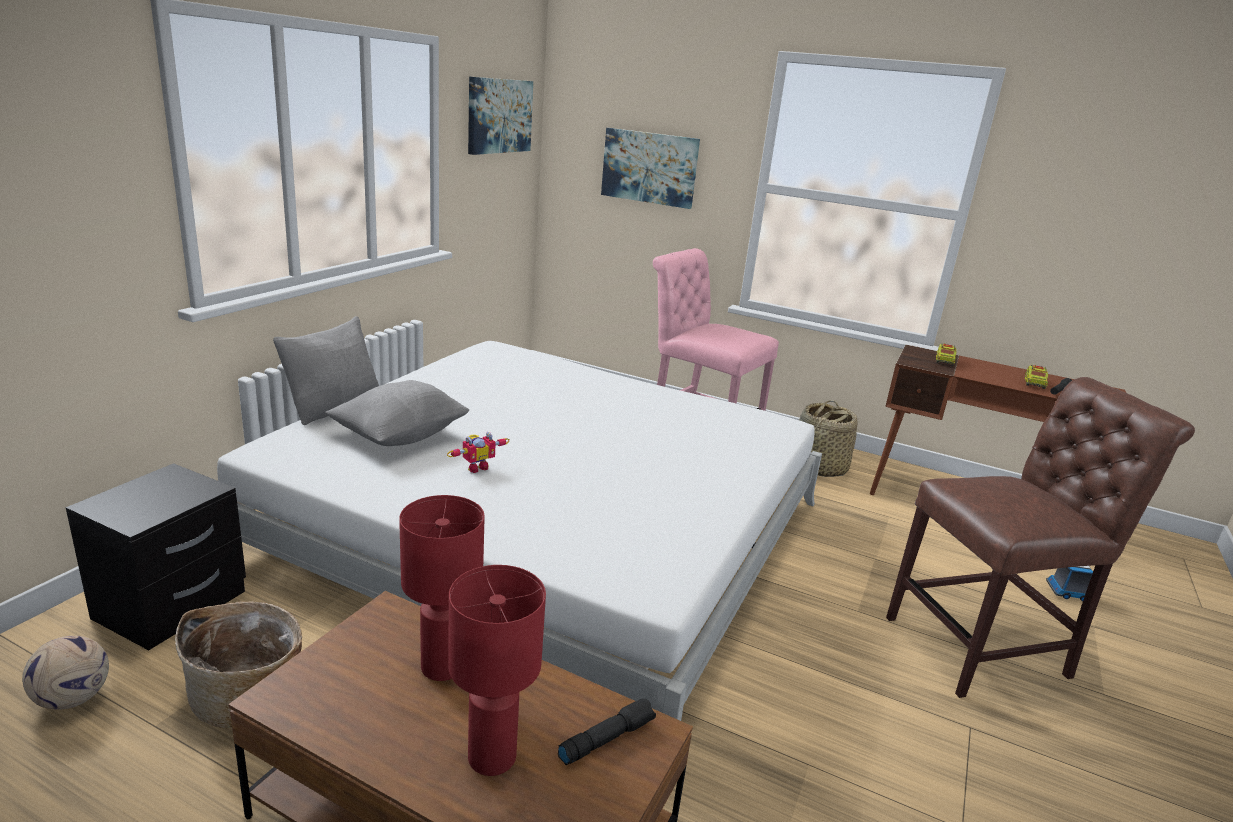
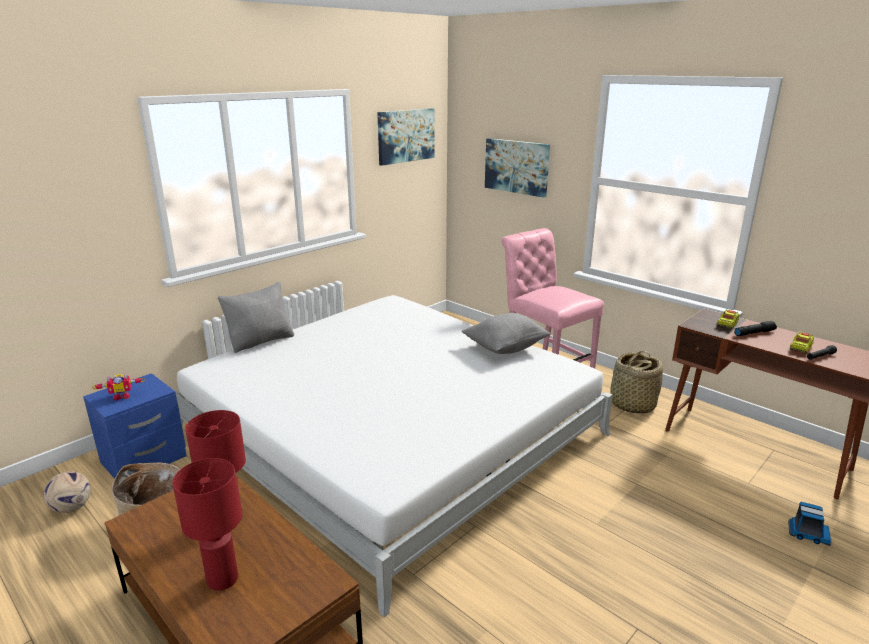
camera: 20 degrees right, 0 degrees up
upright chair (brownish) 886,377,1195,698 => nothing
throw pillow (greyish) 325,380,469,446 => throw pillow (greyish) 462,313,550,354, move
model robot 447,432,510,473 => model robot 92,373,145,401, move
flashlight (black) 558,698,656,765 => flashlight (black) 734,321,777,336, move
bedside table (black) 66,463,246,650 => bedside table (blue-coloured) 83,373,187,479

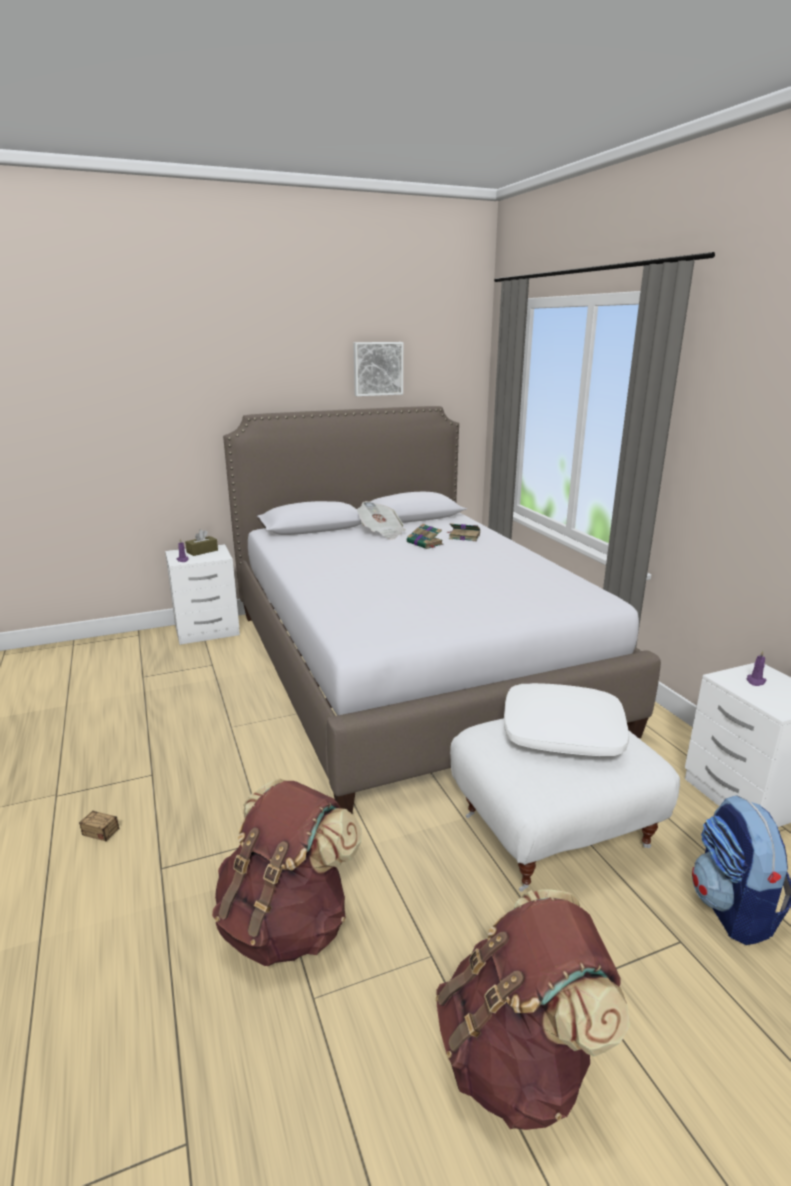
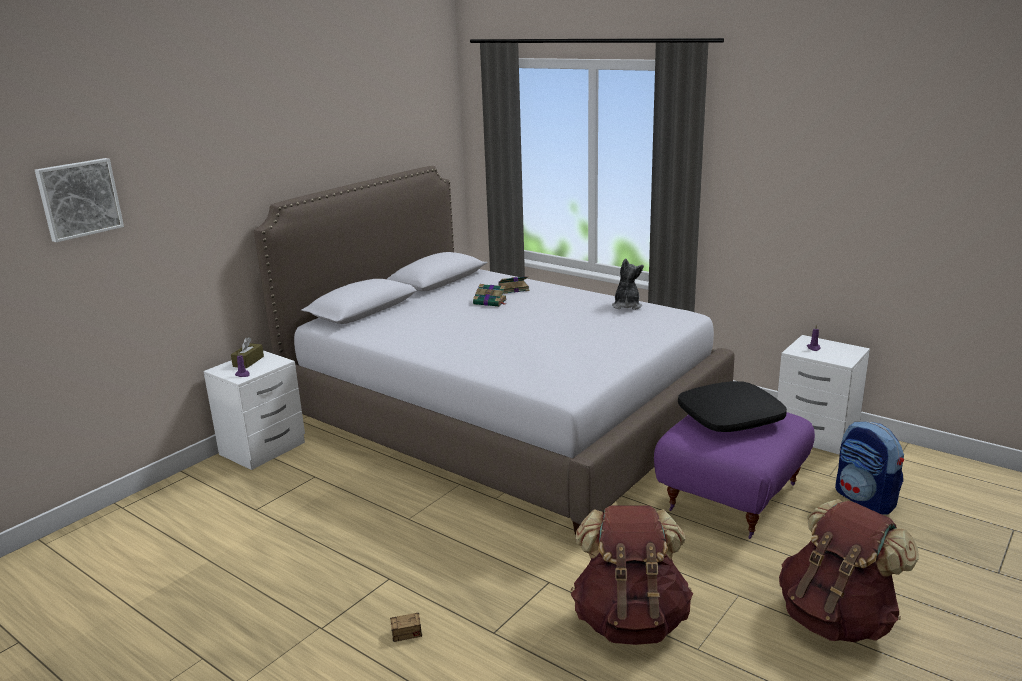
camera: 30 degrees left, 0 degrees up
printed paper 357,501,406,540 => nothing
nothing => cuddly toy 612,258,644,310
wall art 353,342,403,396 => wall art 35,158,124,242, move
ottoman (white) 450,718,680,892 => ottoman (purplish) 654,412,815,539
throw pillow (white) 504,683,629,756 => throw pillow (black) 678,381,787,432

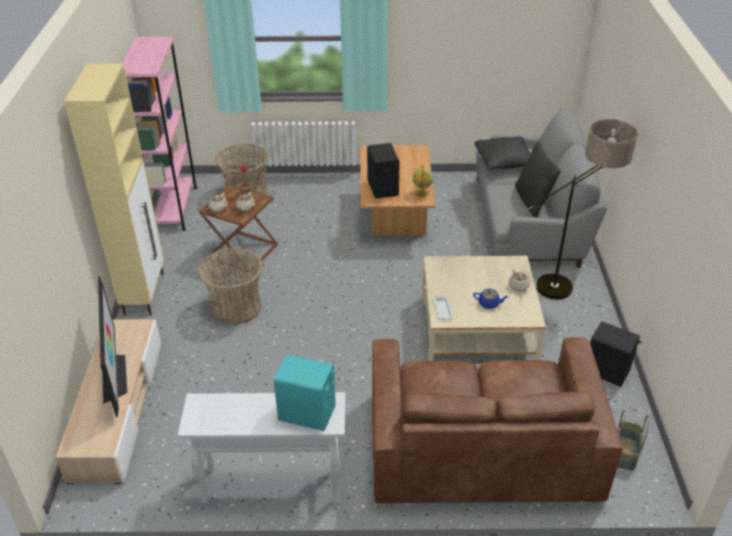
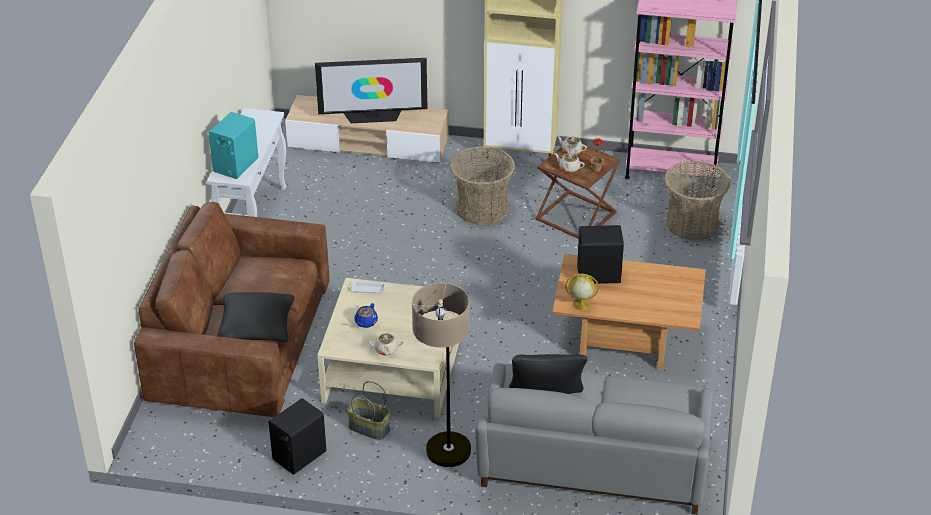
camera: 100 degrees right, 0 degrees up
throw pillow (black) 474,136,531,170 => throw pillow (black) 217,292,295,342, move
storage basket 617,410,649,471 => storage basket 347,381,390,440, move

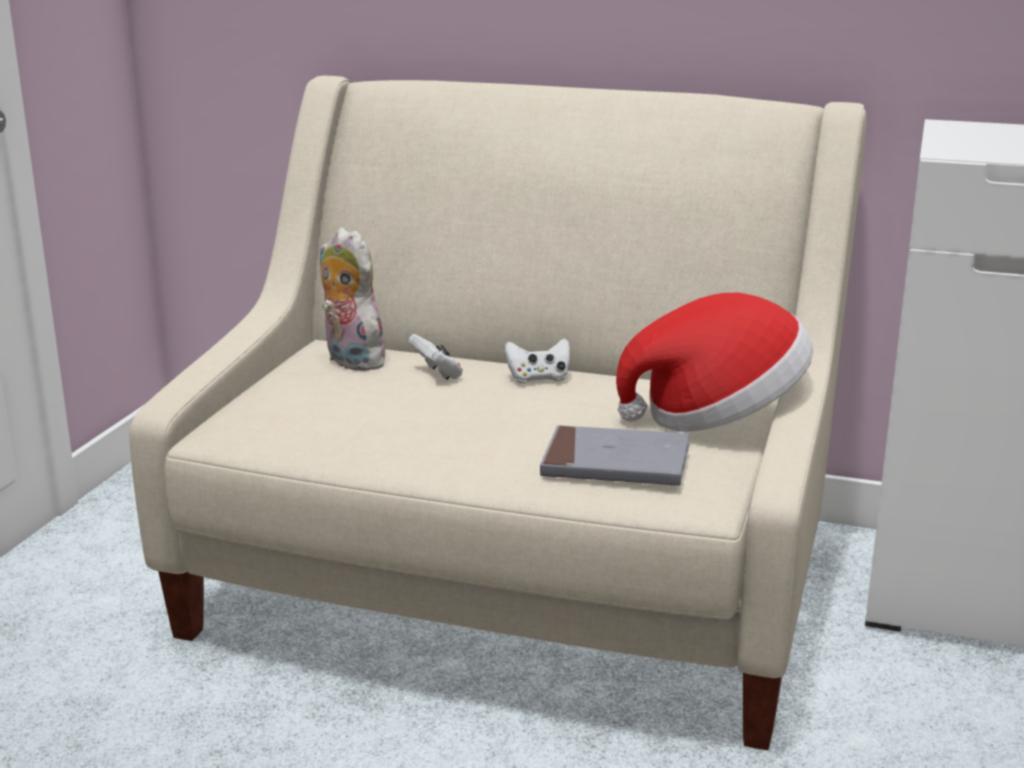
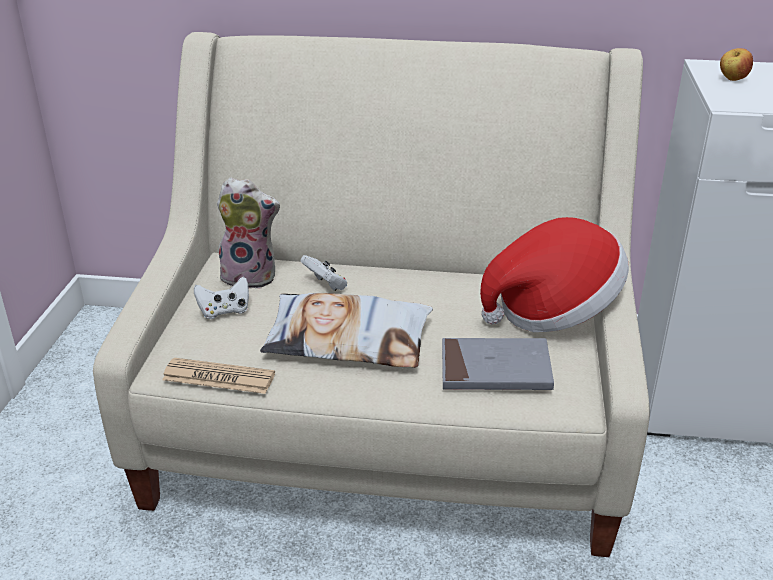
camera: 10 degrees left, 10 degrees up
nothing => printed paper 162,358,275,394
nothing => throw pillow 260,293,433,368
nothing => apple 720,48,753,81
joypad (white) 505,338,570,383 => joypad (white) 194,276,249,319, move
cuddly toy 320,228,392,371 => cuddly toy 217,177,280,289, 150 degrees clockwise

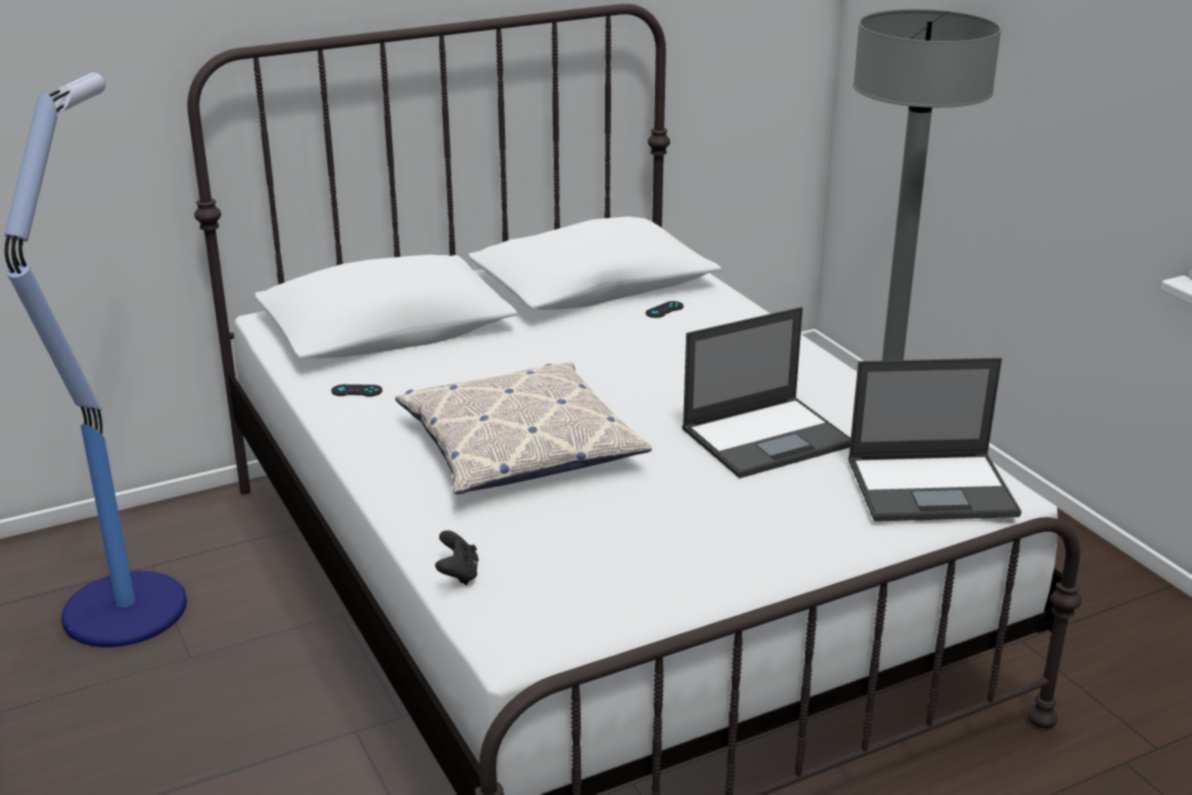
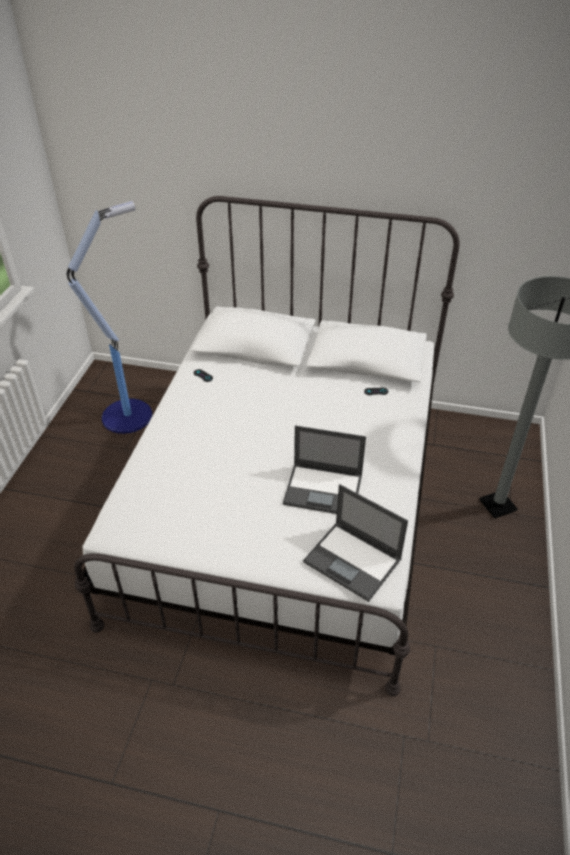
camera: 40 degrees right, 15 degrees up
throw pillow 395,362,652,494 => nothing
joypad (black) 435,530,479,585 => nothing

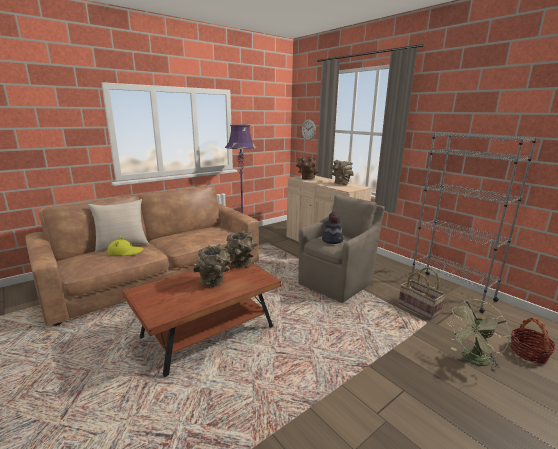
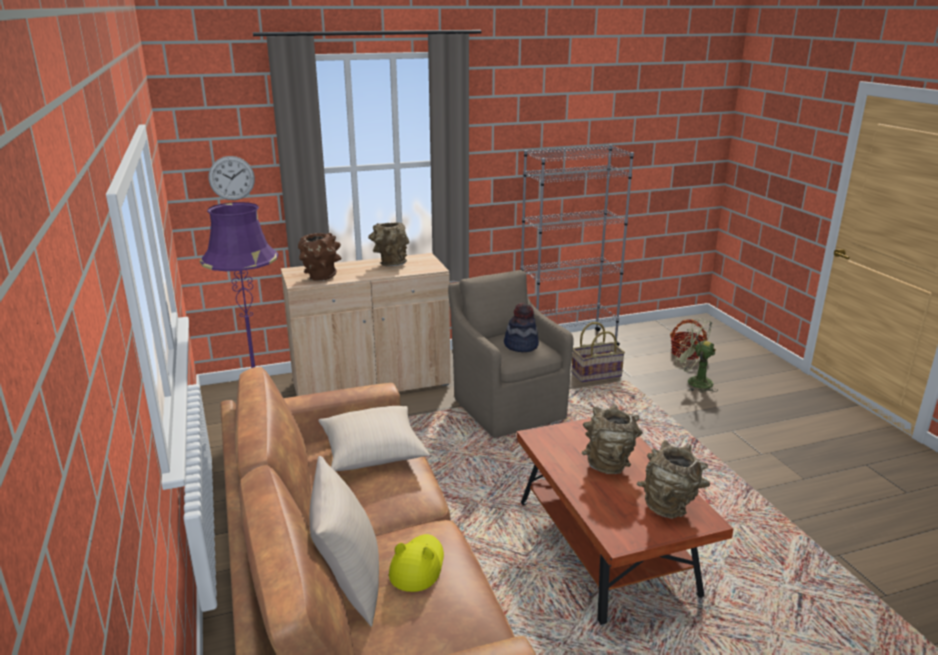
camera: 70 degrees left, 5 degrees up
nothing => throw pillow (sand-coloured) 318,406,430,471
flower vase (brownish) 224,231,258,268 => flower vase (brownish) 637,440,710,519, move
fan (green) 447,299,510,372 => fan (green) 675,318,718,393, 135 degrees clockwise

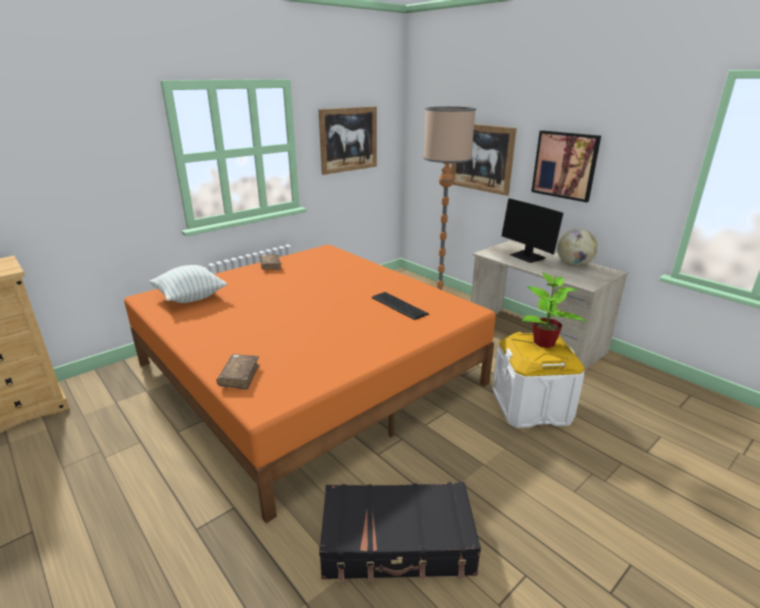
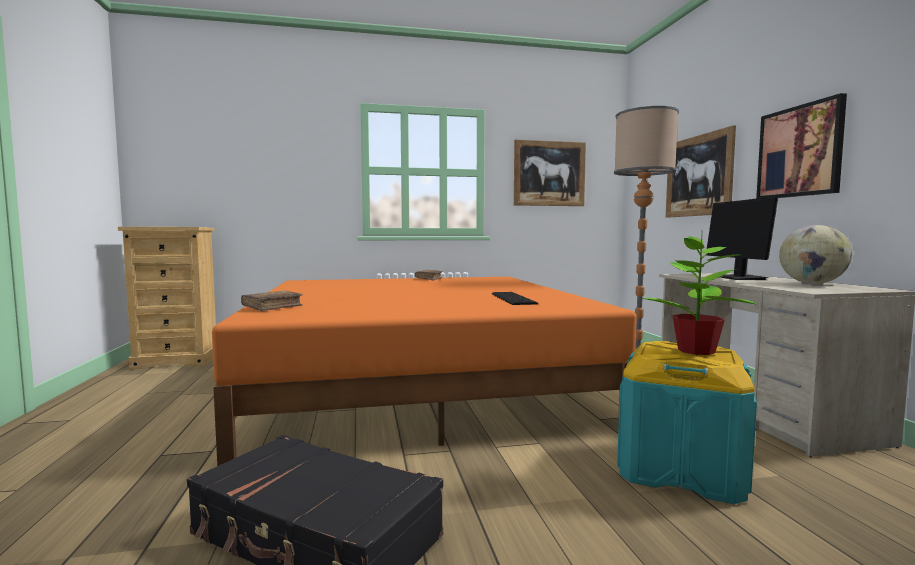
camera: 30 degrees right, 20 degrees down
throw pillow 149,265,227,303 => nothing
storage box (white) 492,332,585,428 => storage box (turquoise) 617,341,757,504

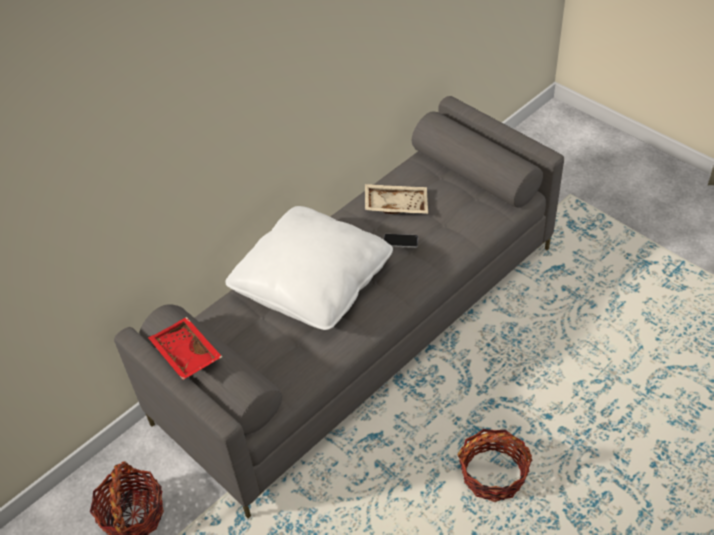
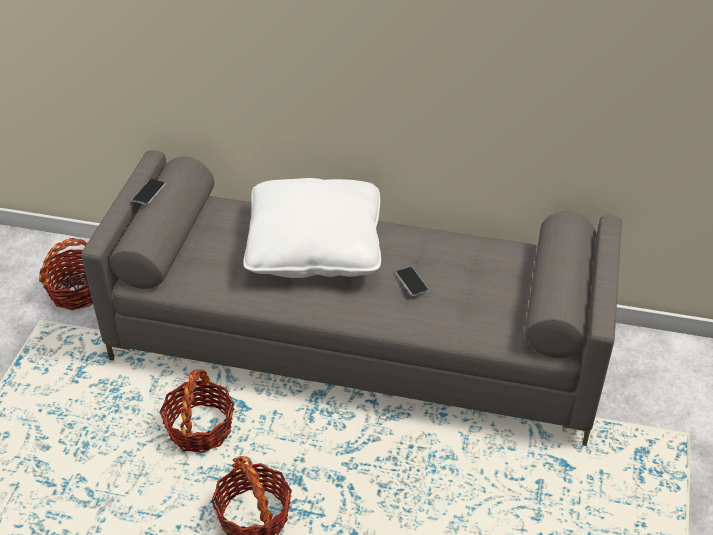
camera: 55 degrees right, 5 degrees down
tray (sand-coloured) 365,184,428,214 => nothing
nothing => storage basket 159,369,235,453
tray (reddish) 148,317,222,380 => phone 132,179,166,205

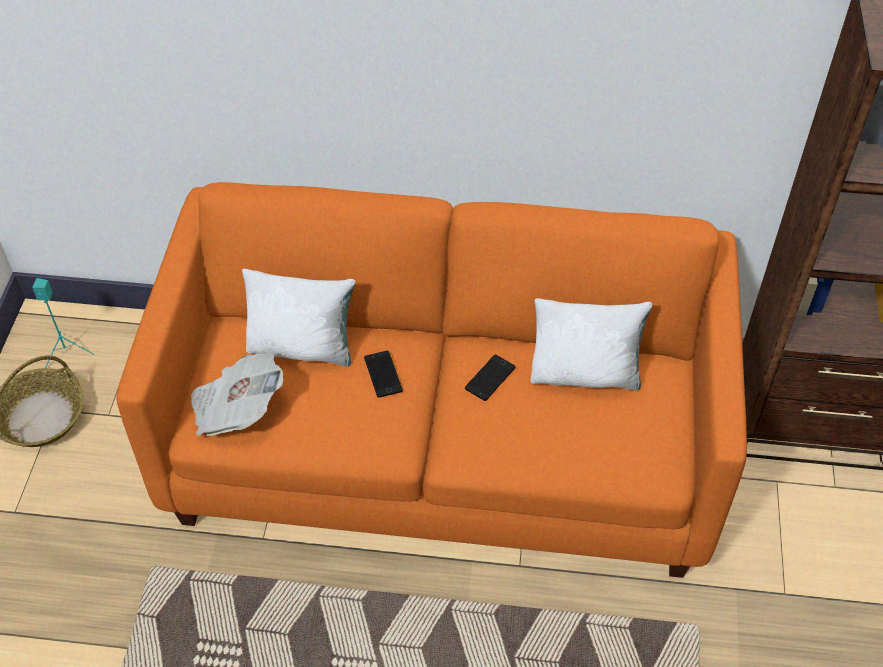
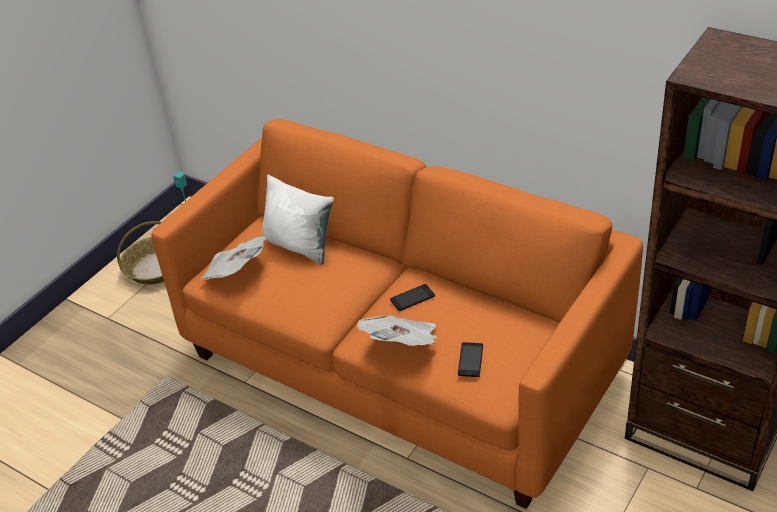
camera: 30 degrees right, 10 degrees down
throw pillow (white) 531,298,652,391 => nothing
nothing => printed paper 357,315,437,346
phone 364,351,403,398 => phone 458,342,483,377, move

